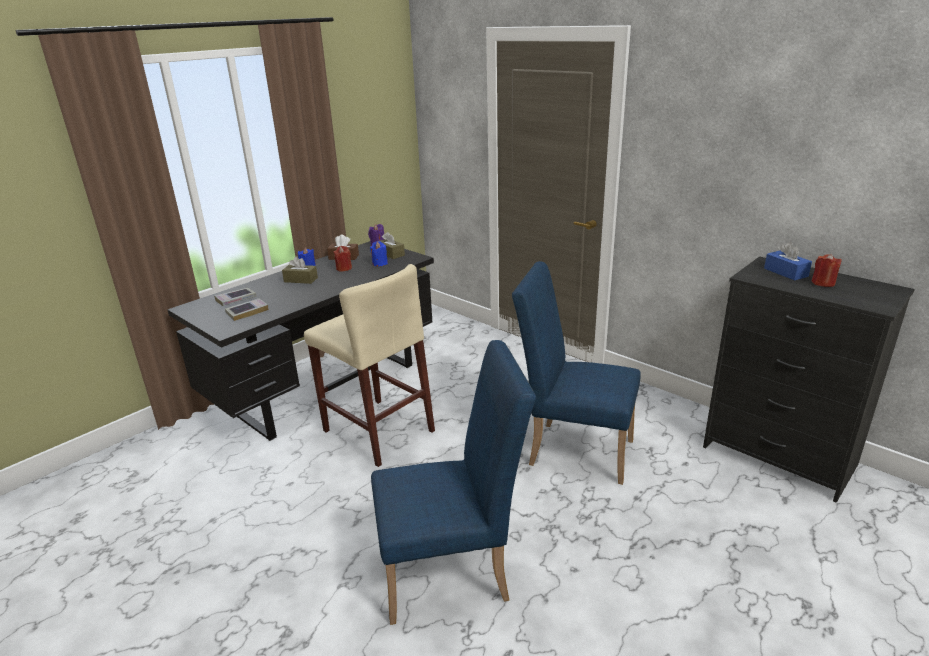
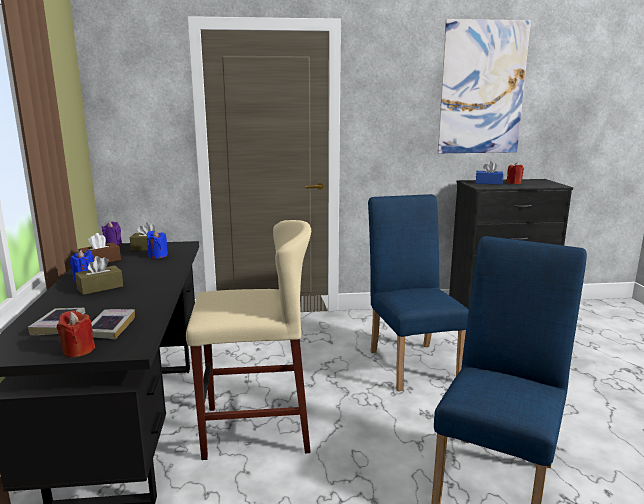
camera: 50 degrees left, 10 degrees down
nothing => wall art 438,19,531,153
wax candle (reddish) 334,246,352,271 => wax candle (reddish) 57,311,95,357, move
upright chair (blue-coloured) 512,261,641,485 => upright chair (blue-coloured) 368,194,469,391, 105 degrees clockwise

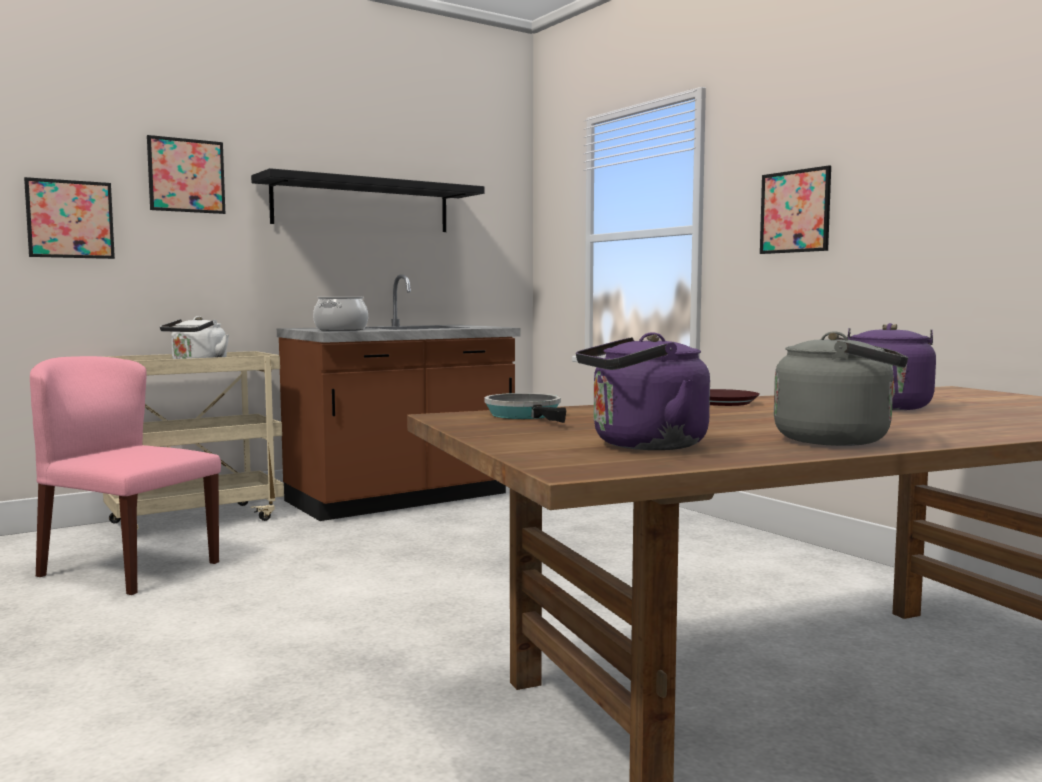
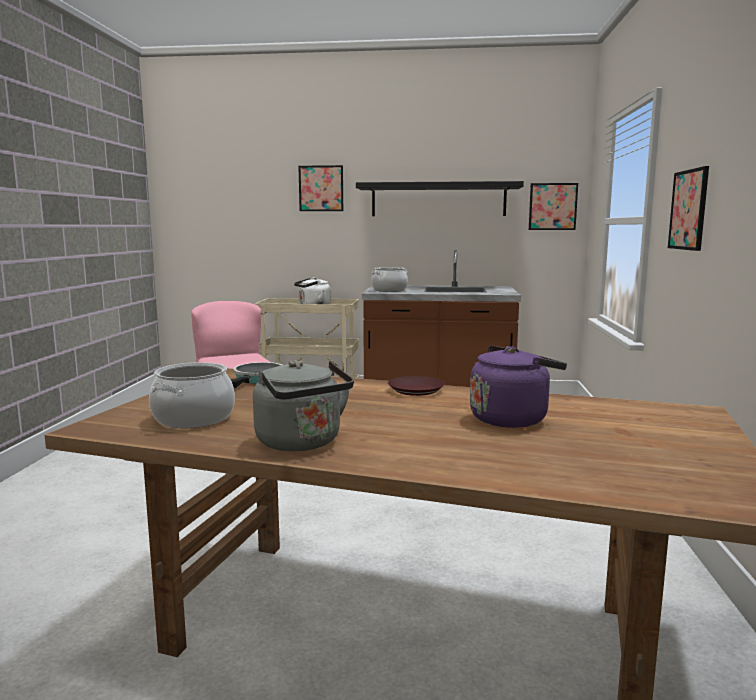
camera: 40 degrees right, 5 degrees up
wall art 24,177,115,259 => wall art 529,183,578,230, move
water kettle (purplish) 576,332,710,450 => saucepot 149,362,235,428

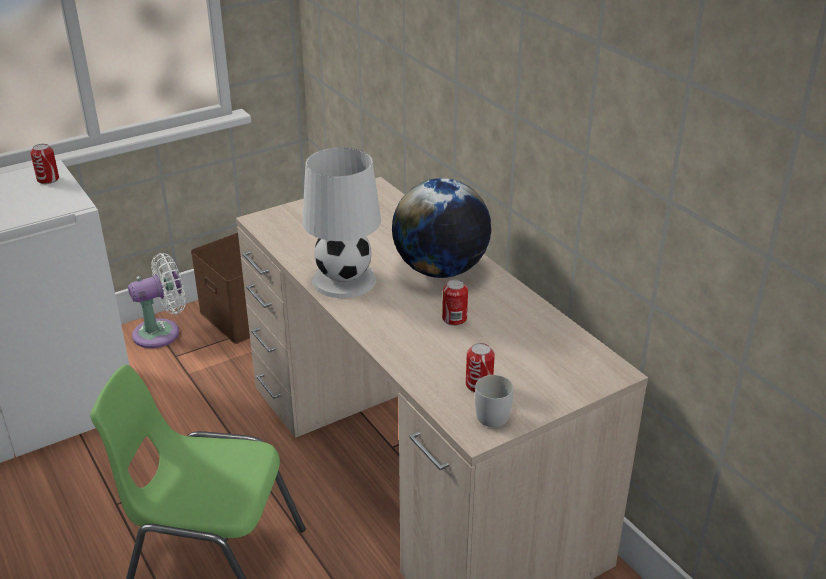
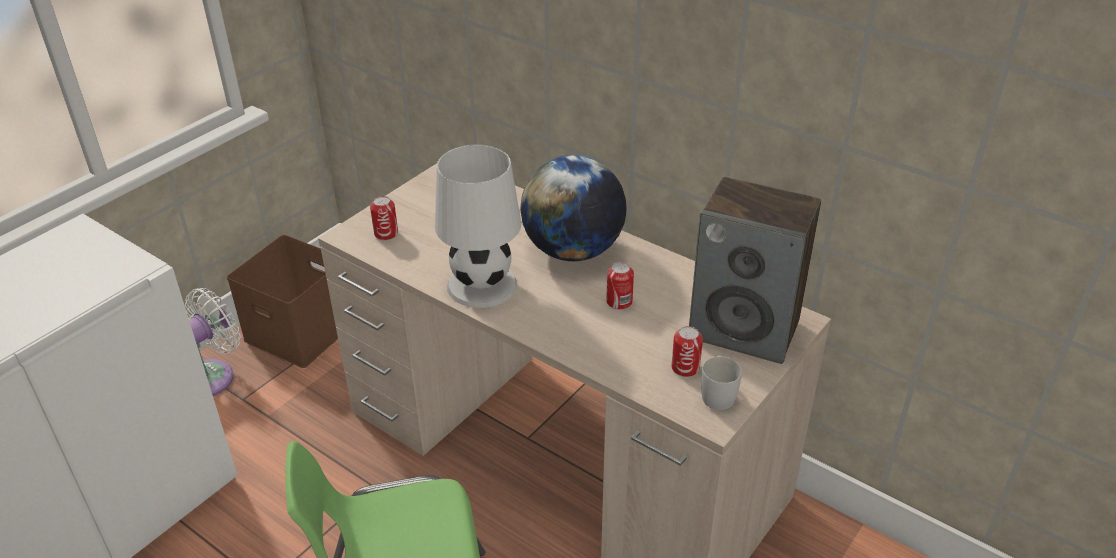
camera: 20 degrees left, 5 degrees up
nothing => loudspeaker 689,177,821,364
can 30,144,59,184 => can 370,196,398,241, move

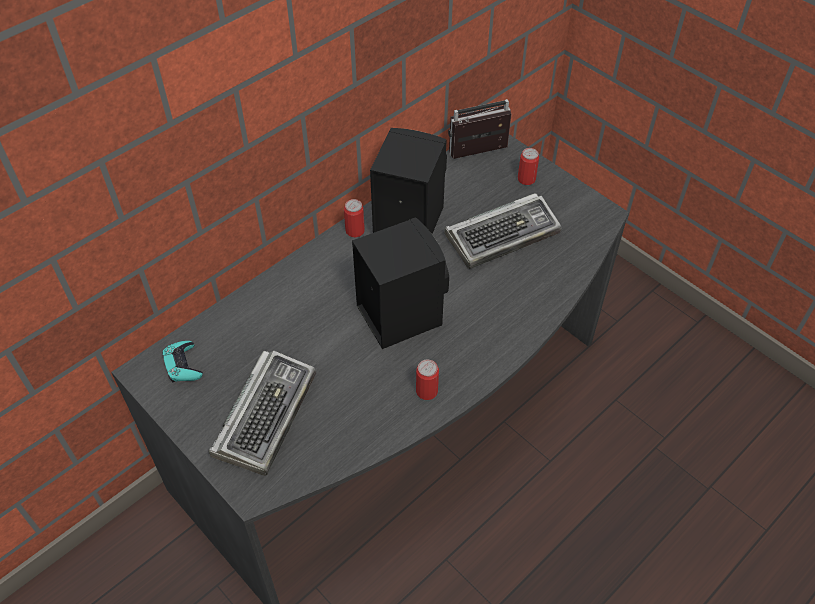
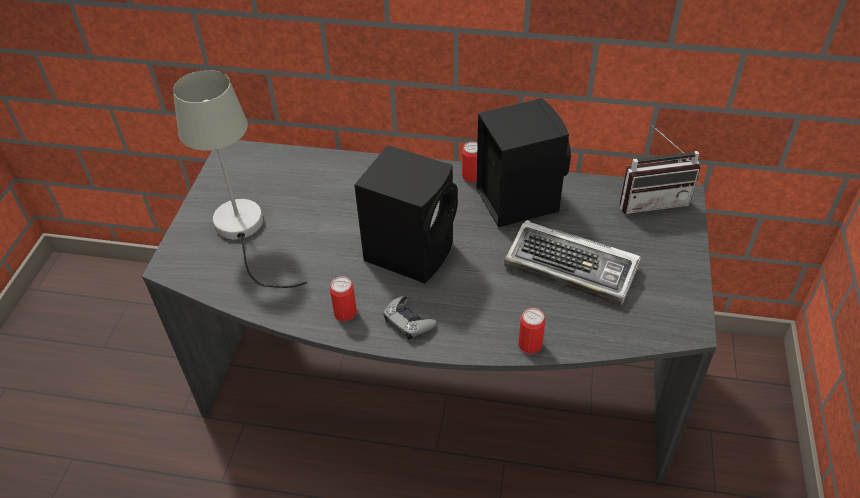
camera: 55 degrees right, 5 degrees down
joypad (turquoise) 162,341,203,383 => nothing
nothing => joypad (greyish) 383,296,437,340
can 518,148,539,185 => can 518,308,545,354, move
keyboard 209,351,316,476 => tabletop lamp (greyish) 173,70,307,288
radio 448,99,511,159 => radio 620,125,700,214, 135 degrees clockwise

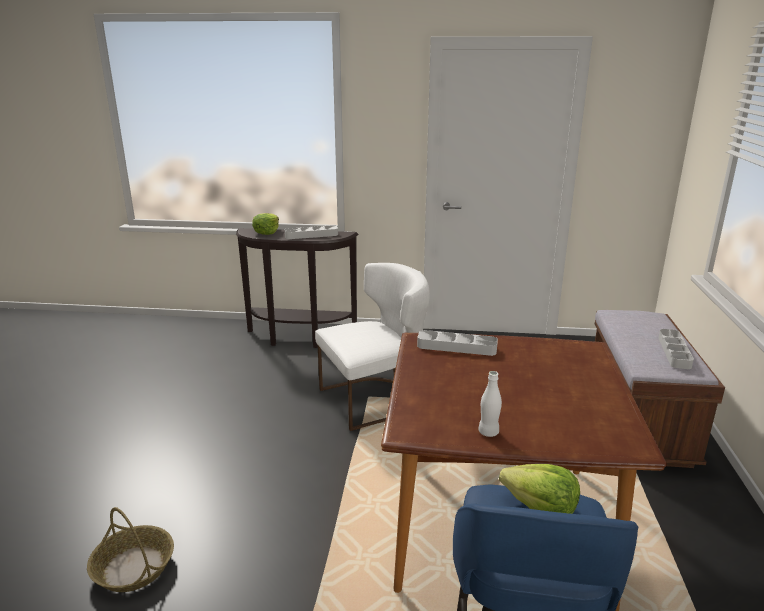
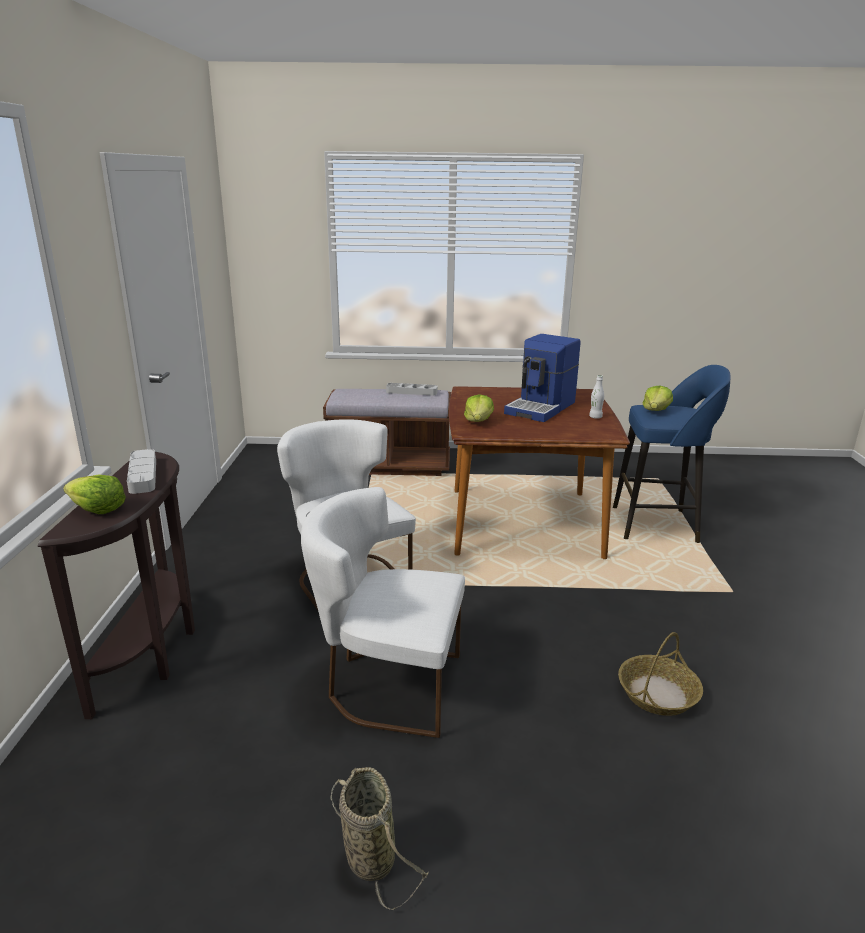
camera: 95 degrees left, 0 degrees up
nothing => upright chair (white) 301,487,465,738
nothing => storage basket 330,767,429,911
nothing => coffee machine 504,334,580,422
tray (greyish) 417,330,498,356 => lettuce head 464,394,494,422

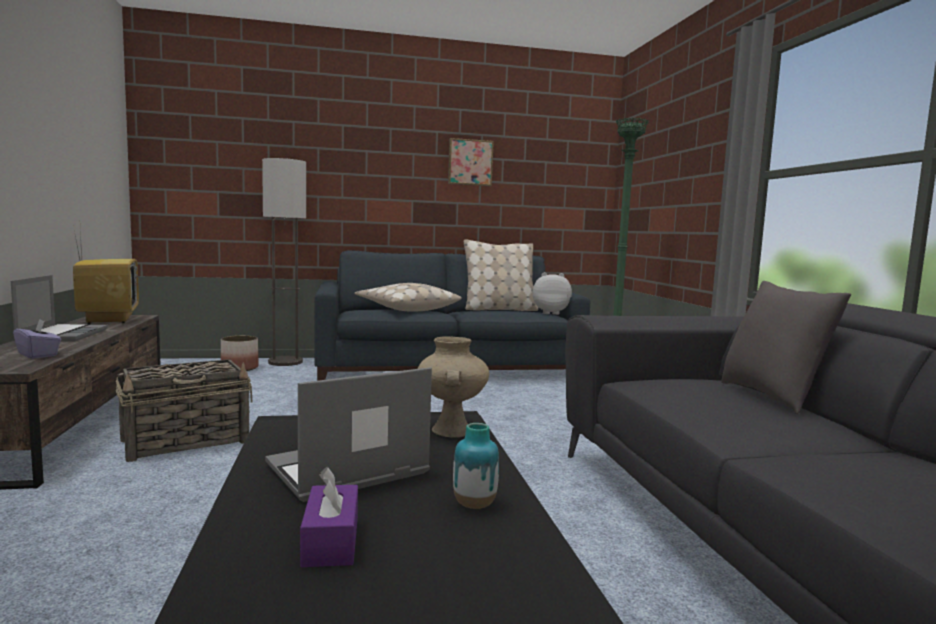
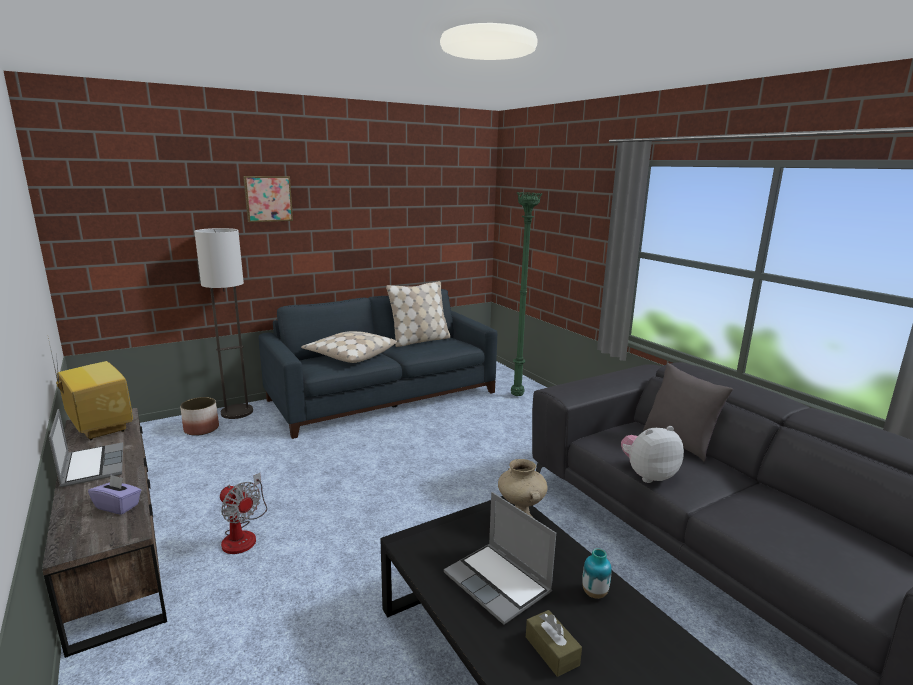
camera: 20 degrees left, 10 degrees up
wall art 448,138,494,186 => wall art 243,176,293,222, move
cuddly toy 533,272,572,315 => cuddly toy 621,426,684,483, move
storage basket 116,359,252,462 => fan 220,473,267,554
box of tissues (purplish) 300,467,358,567 => box of tissues (brownish) 526,610,582,677
notebook computer 265,367,432,502 => notebook computer 444,492,556,625, 75 degrees counterclockwise

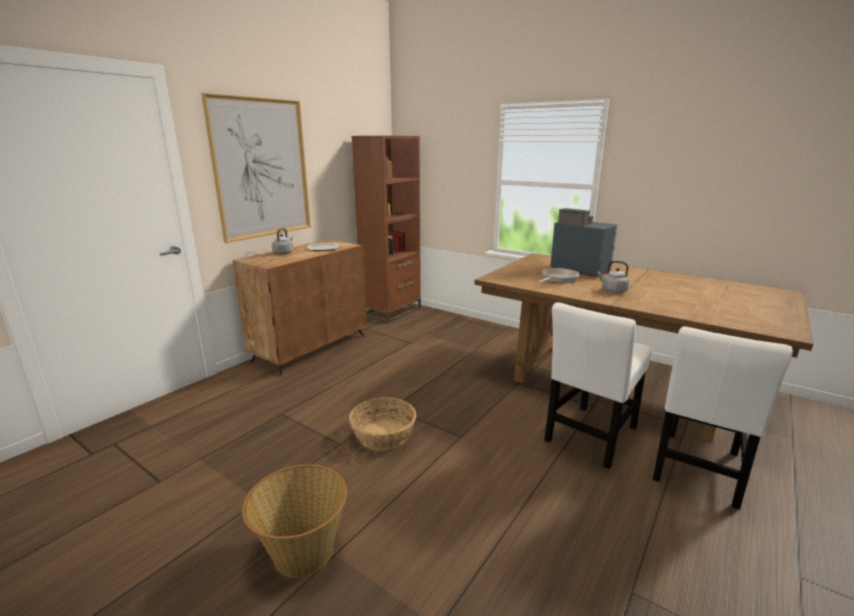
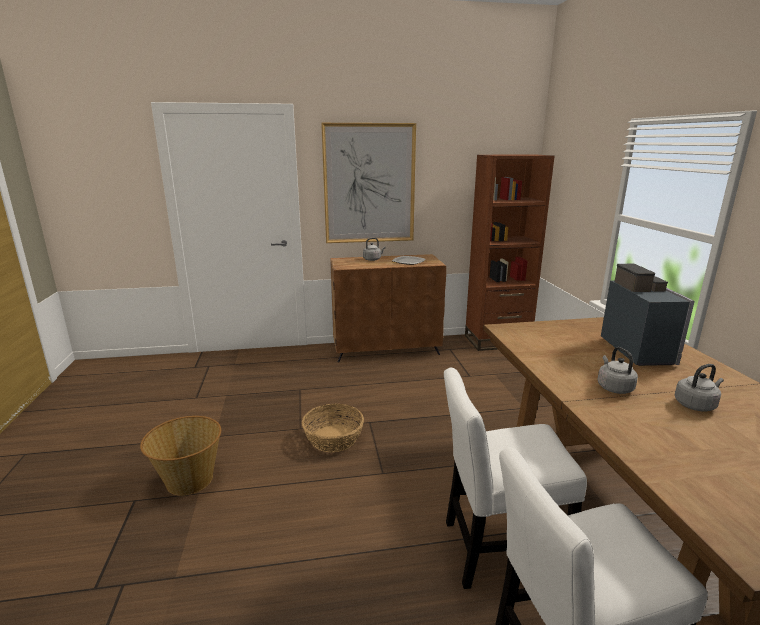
camera: 45 degrees right, 0 degrees up
frying pan 537,268,579,283 => nothing
nothing => water kettle (greyish) 675,364,724,412

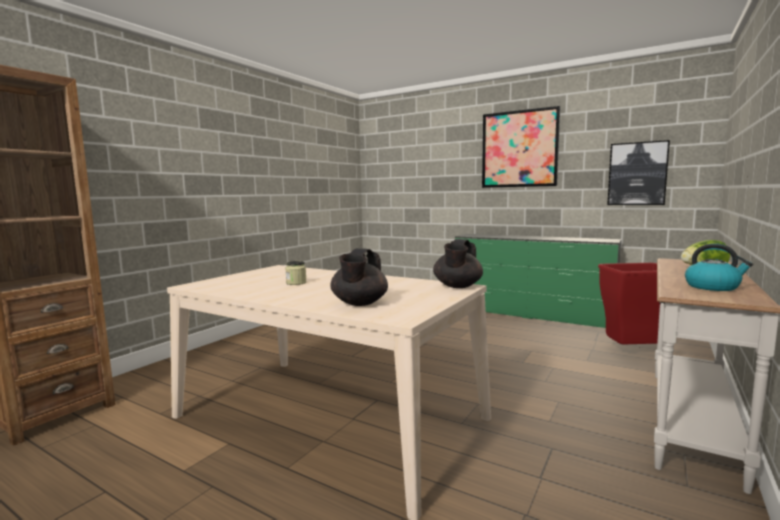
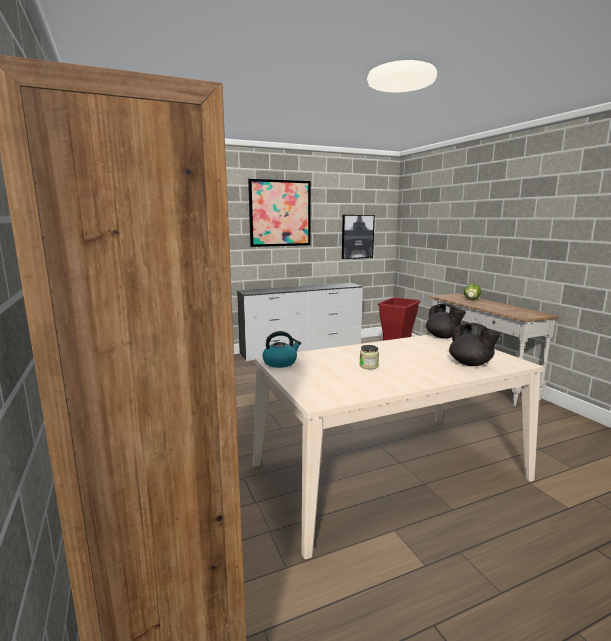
camera: 55 degrees left, 5 degrees up
water kettle 685,243,753,291 => water kettle 262,331,301,368, move
chest of drawers (green) 455,234,622,328 => chest of drawers (white) 237,283,363,362

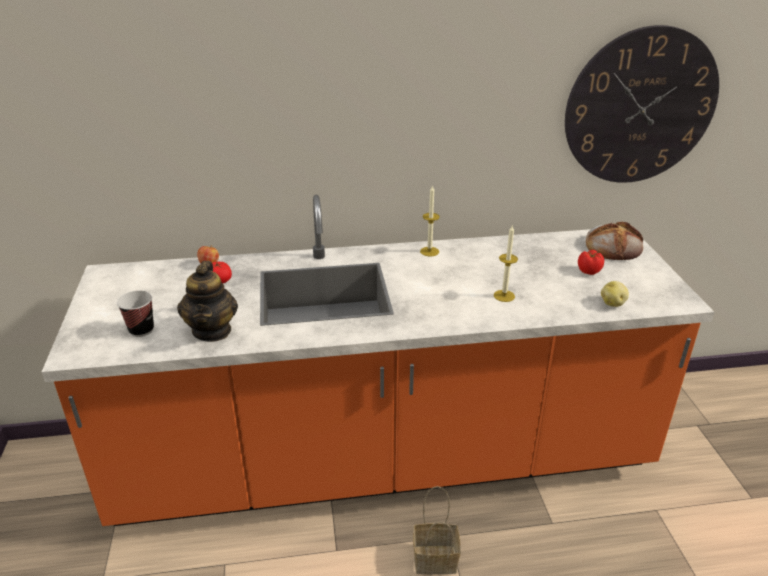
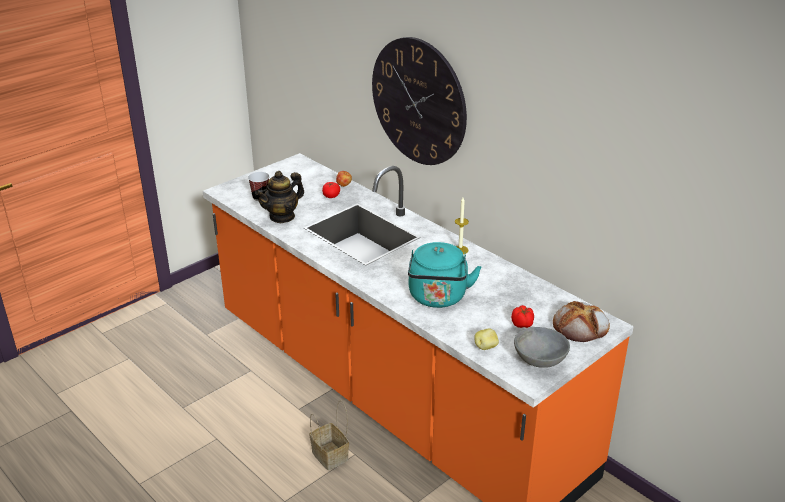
camera: 55 degrees right, 0 degrees up
nothing => deep dish (greyish) 514,327,570,368
hanging clock 565,25,719,183 => hanging clock 372,37,467,165, move
wax candle 494,226,518,302 => water kettle (turquoise) 408,242,481,308

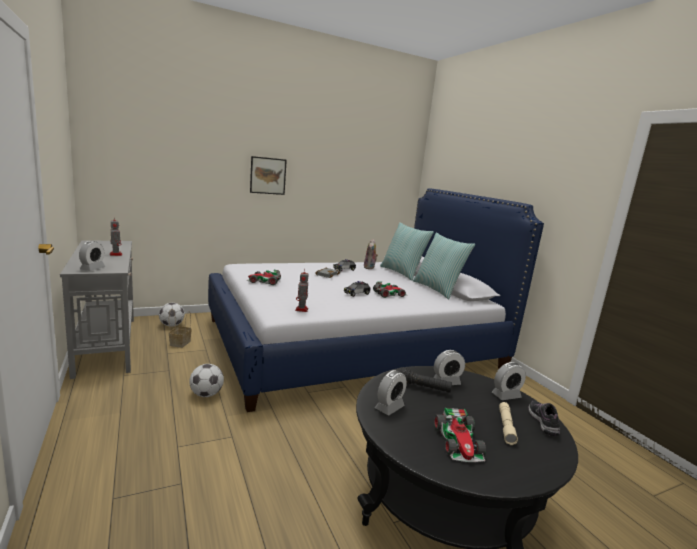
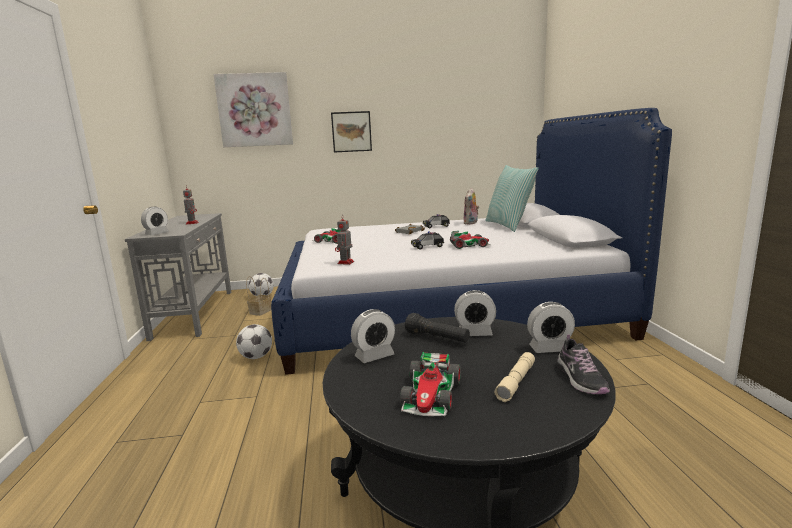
camera: 20 degrees right, 0 degrees up
throw pillow 413,233,475,299 => nothing
nothing => wall art 213,72,293,147
item of footwear 529,401,560,436 => item of footwear 557,335,610,394, 150 degrees clockwise

